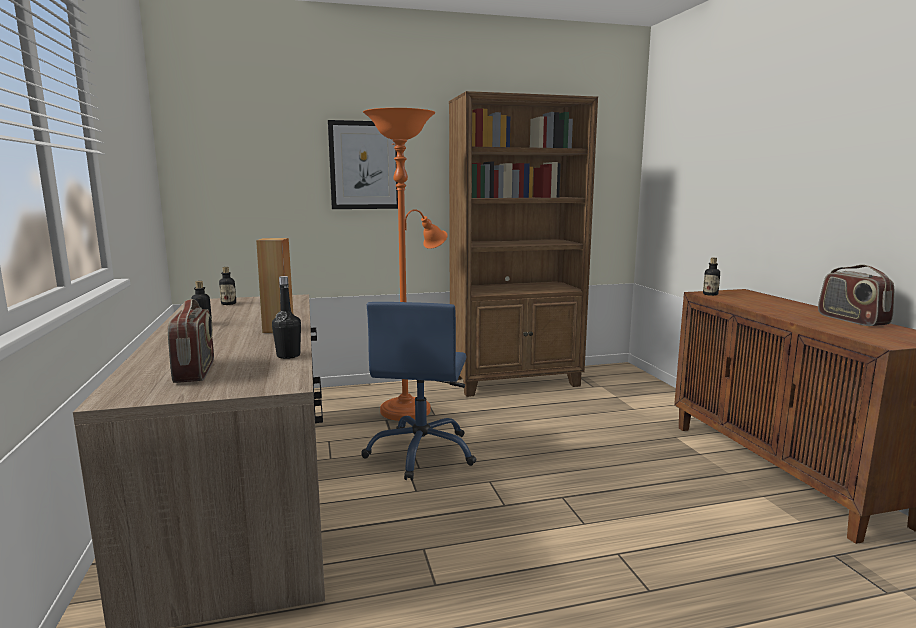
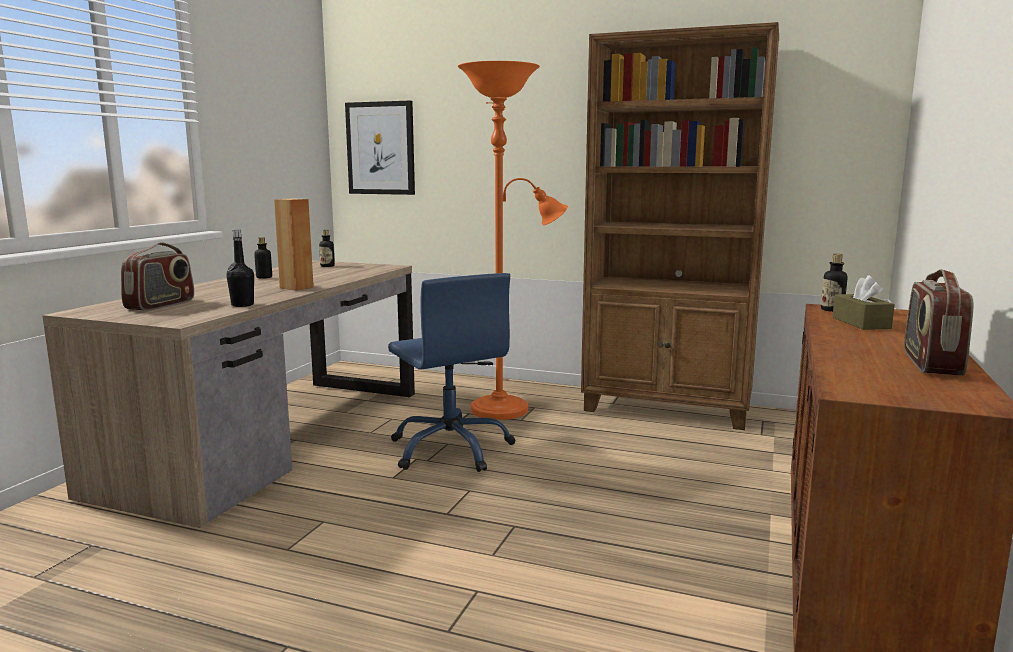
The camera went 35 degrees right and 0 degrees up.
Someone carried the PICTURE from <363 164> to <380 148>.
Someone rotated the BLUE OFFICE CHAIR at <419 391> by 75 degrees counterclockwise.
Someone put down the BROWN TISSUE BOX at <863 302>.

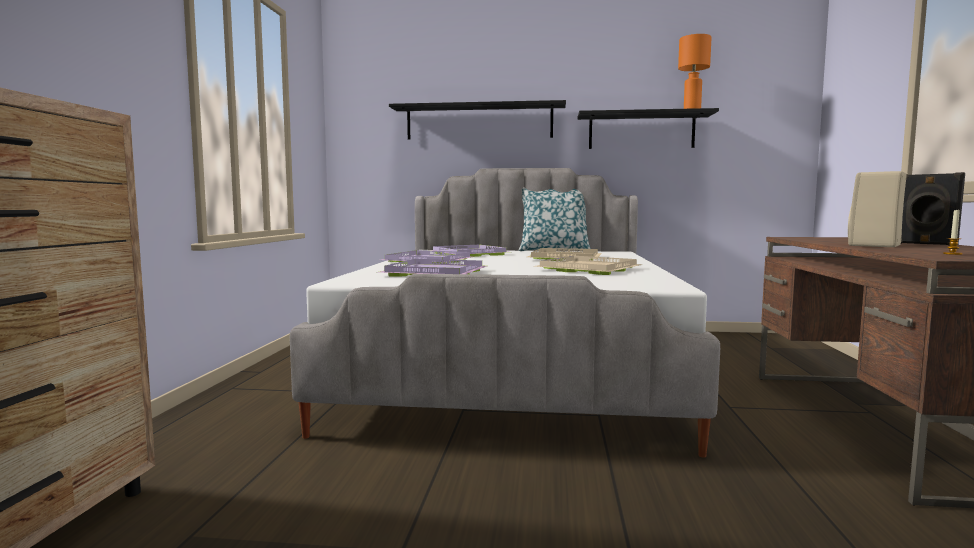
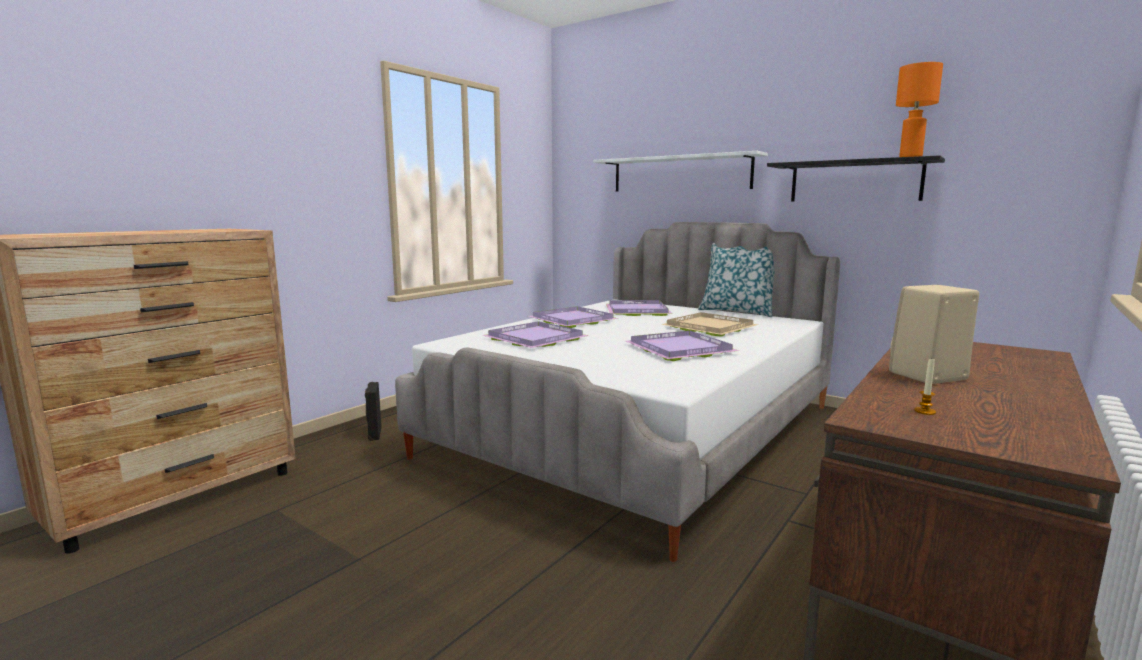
The camera went 30 degrees right and 5 degrees up.
Someone carried the BLACK SPEAKER from <933 209> to <373 411>.
Someone repainted the BLACK SHELF at <477 120>, which became the WHITE SHELF at <680 171>.
Someone repainted the BEIGE TRAY at <589 265>, which became the PURPLE TRAY at <682 345>.

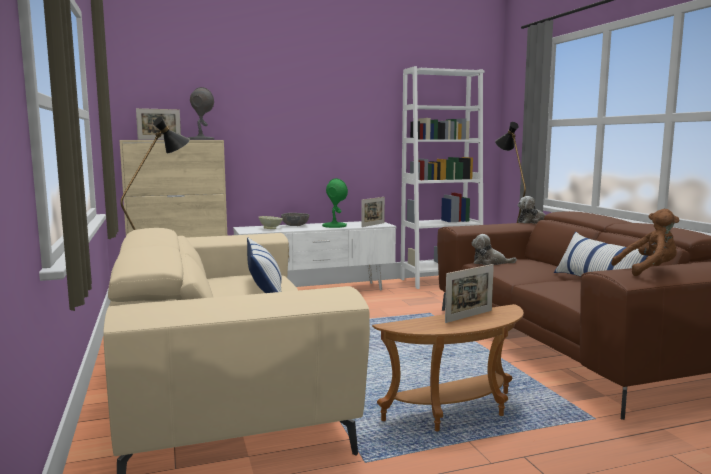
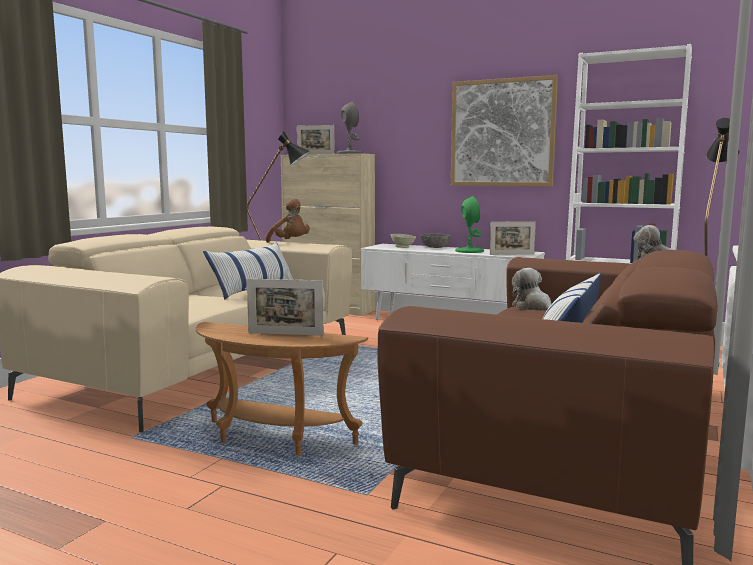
The camera went 45 degrees right and 0 degrees up.
Someone carried the BROWN PLUSH TOY from <645 242> to <287 221>.
Someone put up the PICTURE at <504 130>.

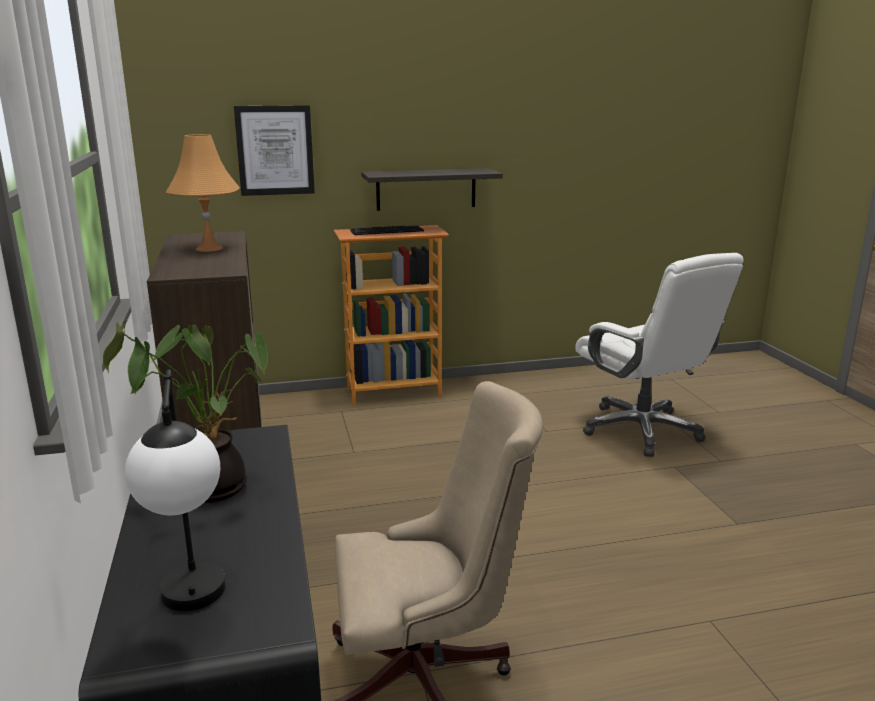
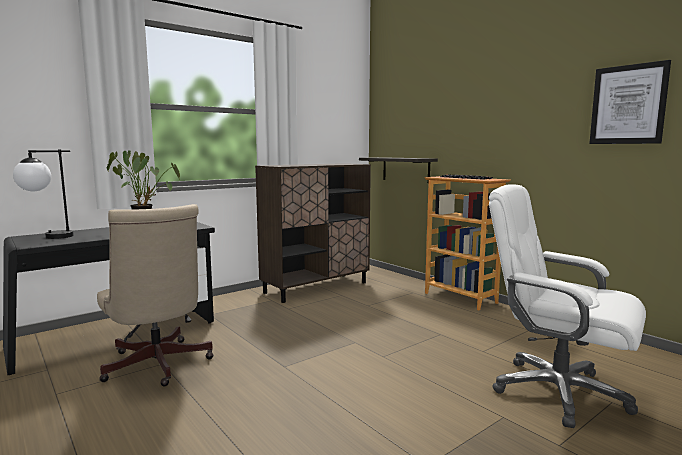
The camera went 65 degrees right and 10 degrees down.
Someone carried the SHELF from <432 189> to <398 170>.
Someone rotated the WHITE OFFICE CHAIR at <659 355> by 90 degrees clockwise.
Someone carried the PICTURE from <274 150> to <630 102>.
Someone took away the ORANGE TABLE LAMP at <202 193>.

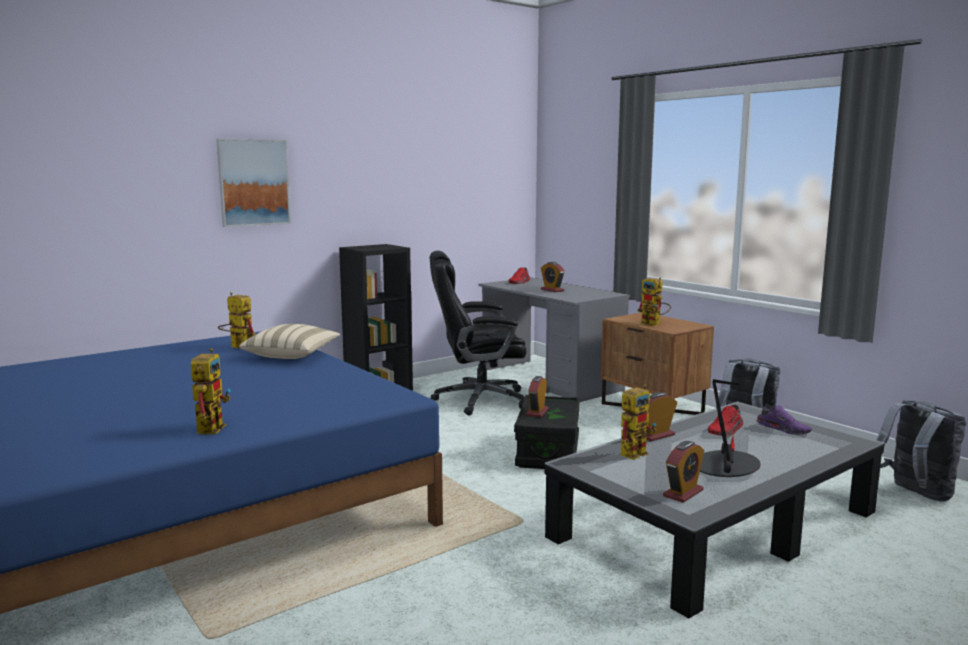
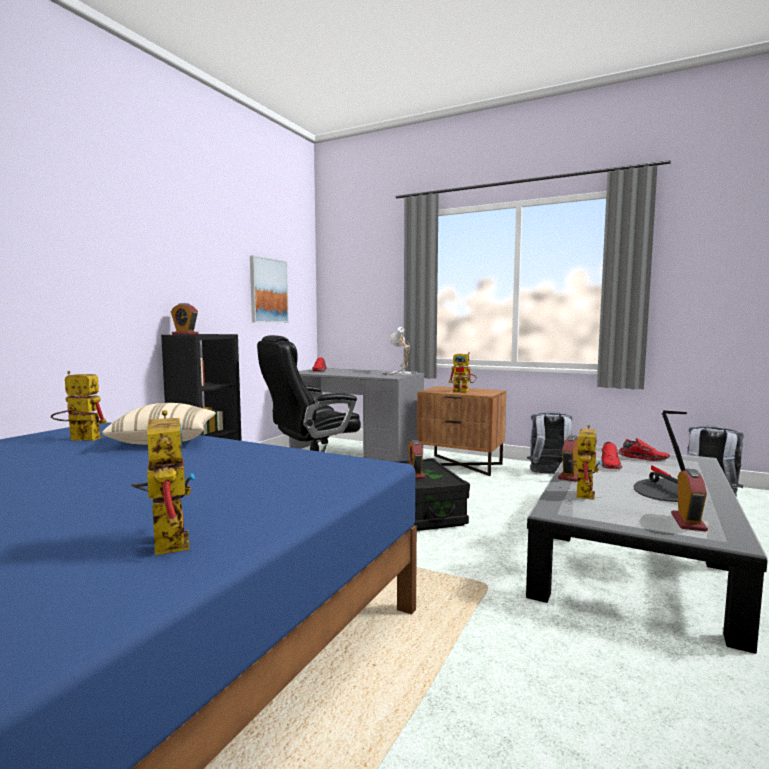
The camera went 25 degrees left and 5 degrees down.
Someone carried the ALARM CLOCK from <553 277> to <185 319>.
Someone carried the PICTURE from <253 183> to <269 289>.
Someone put down the TABLE LAMP at <400 351>.
Someone repainted the PURPLE SHOE at <784 419>, which became the RED SHOE at <644 449>.

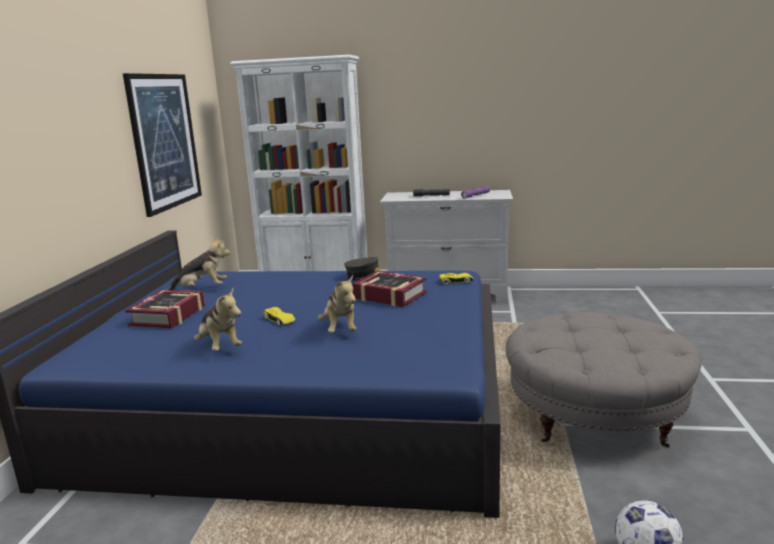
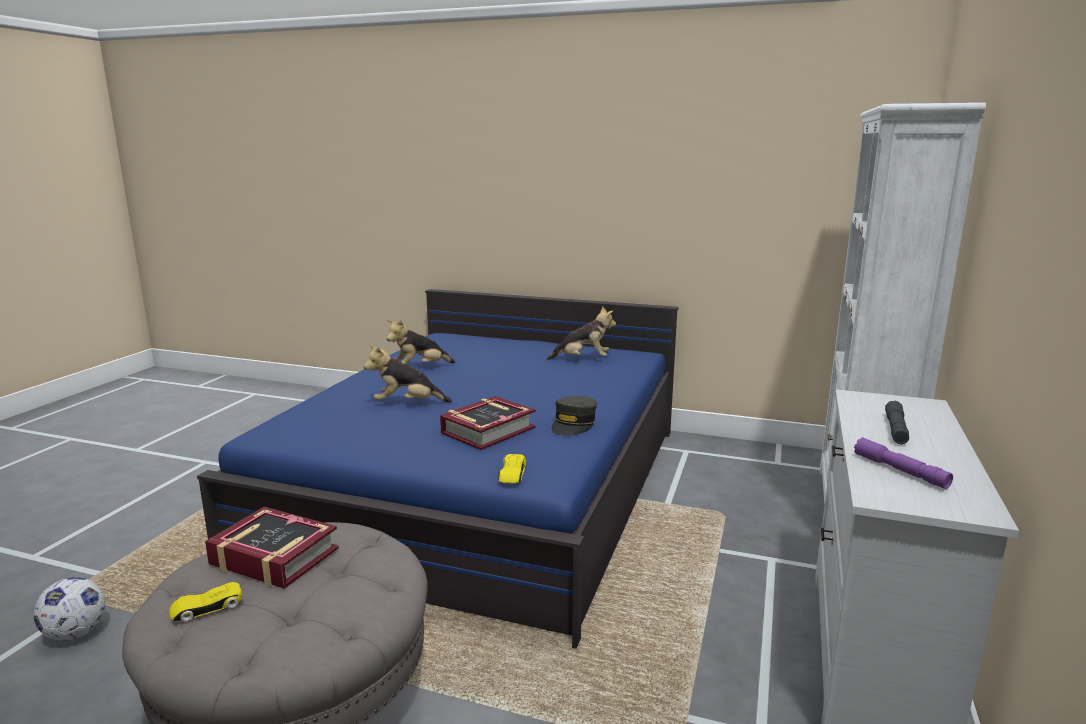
The camera went 100 degrees right and 0 degrees up.
Someone carried the YELLOW TOY CAR from <279 316> to <205 602>.
Someone carried the BOOK from <165 309> to <272 548>.
Someone rotated the PLUSH TOY at <198 263> by 90 degrees counterclockwise.
Someone took away the PICTURE at <162 145>.

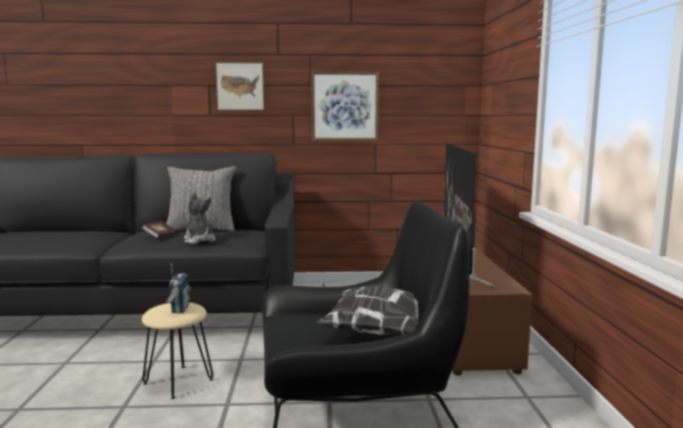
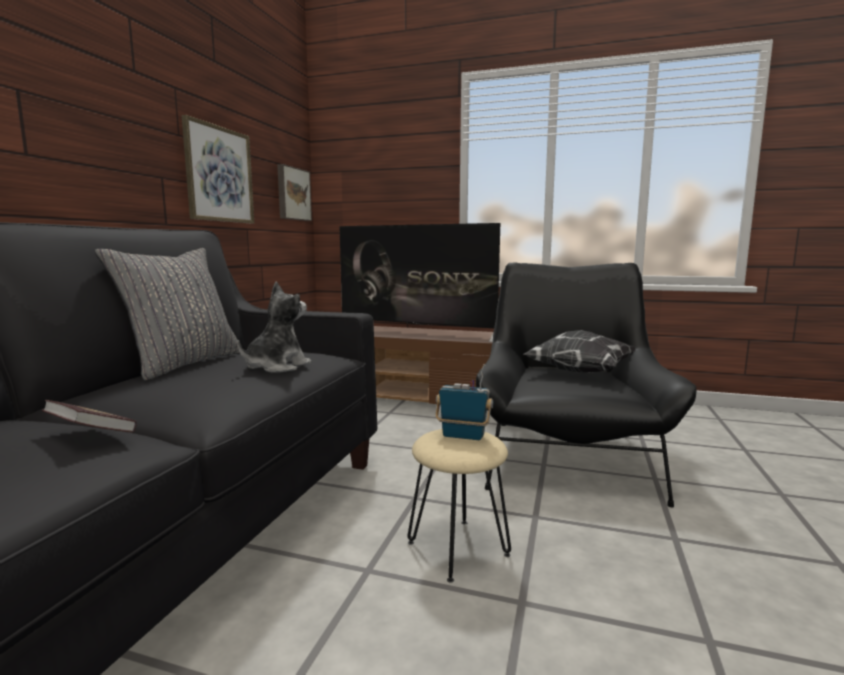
The camera went 70 degrees left and 0 degrees up.
Someone carried the BOOK from <159 229> to <89 416>.
Someone rotated the PLUSH TOY at <200 218> by 135 degrees clockwise.
Someone carried the PICTURE from <240 86> to <294 192>.

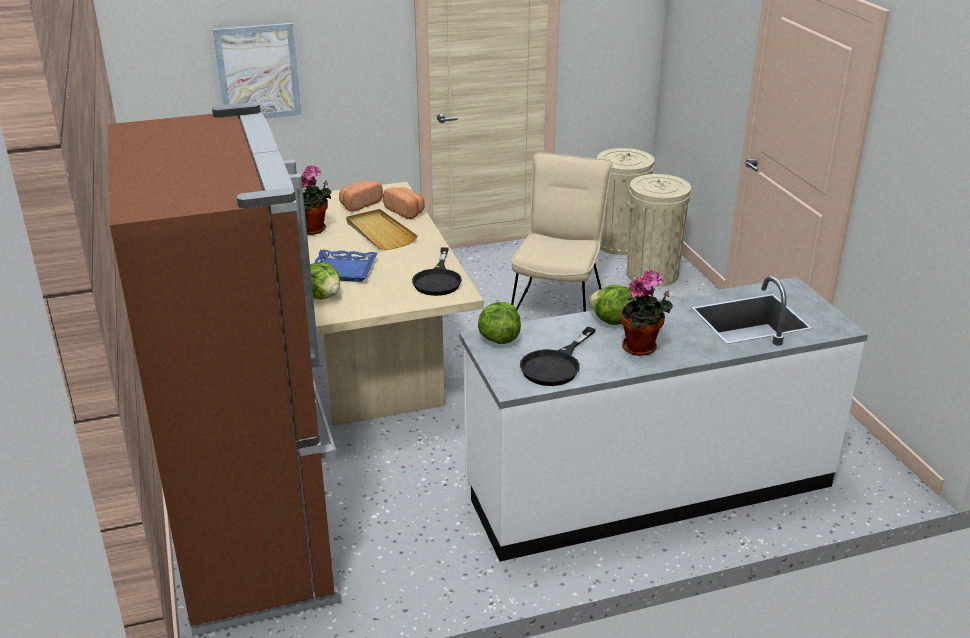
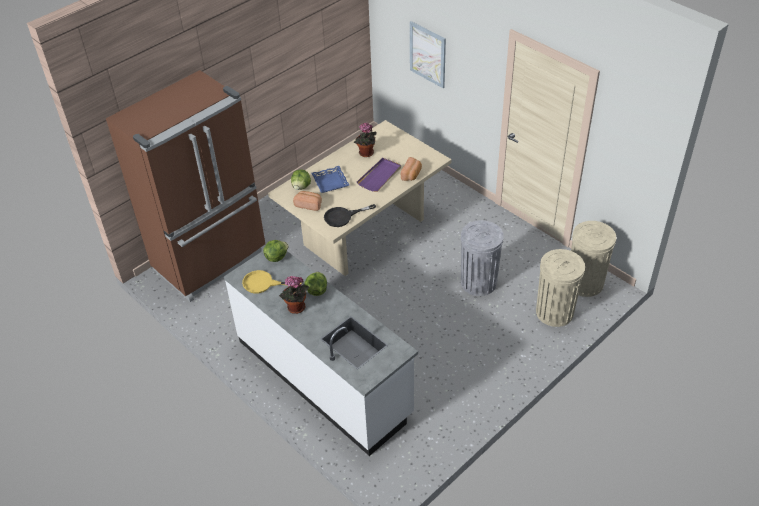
The camera went 65 degrees right and 15 degrees up.
Someone repainted the BLACK FRYING PAN at <558 356>, which became the YELLOW FRYING PAN at <272 282>.
Someone carried the BREAD from <361 196> to <307 201>.
Someone repainted the BEIGE TRAY at <382 229>, which became the PURPLE TRAY at <379 175>.
Someone swapped the BEIGE CHAIR at <562 232> for the GREY TRASH CAN at <482 258>.

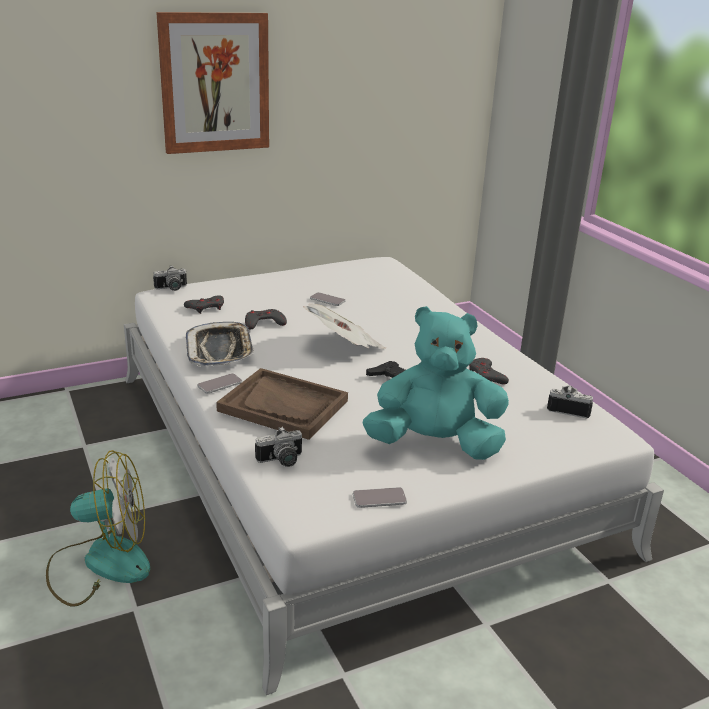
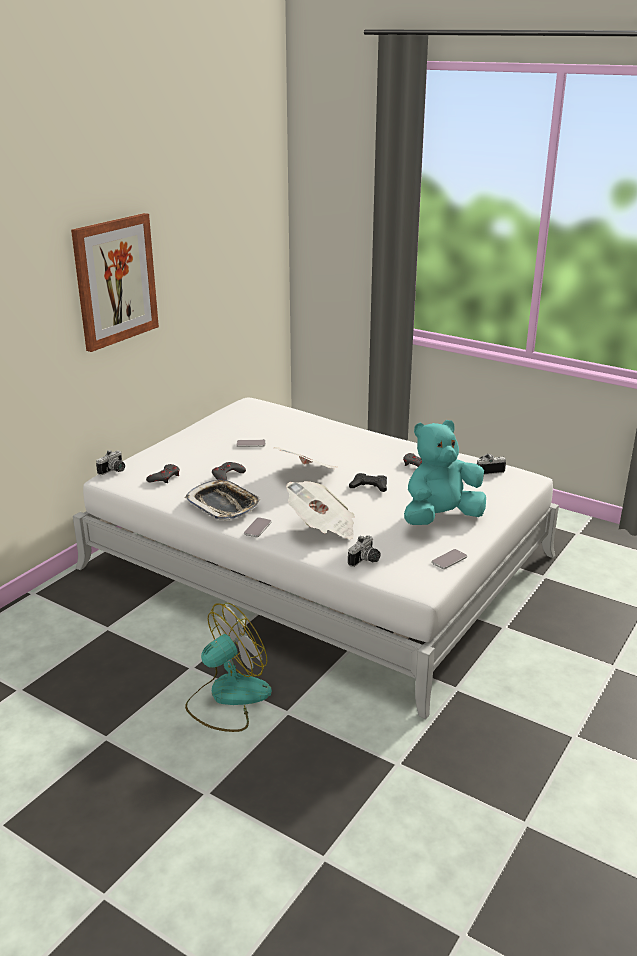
The camera went 30 degrees left and 0 degrees up.
Someone swapped the BROWN TRAY at <282 404> for the NEWSPAPER at <320 510>.

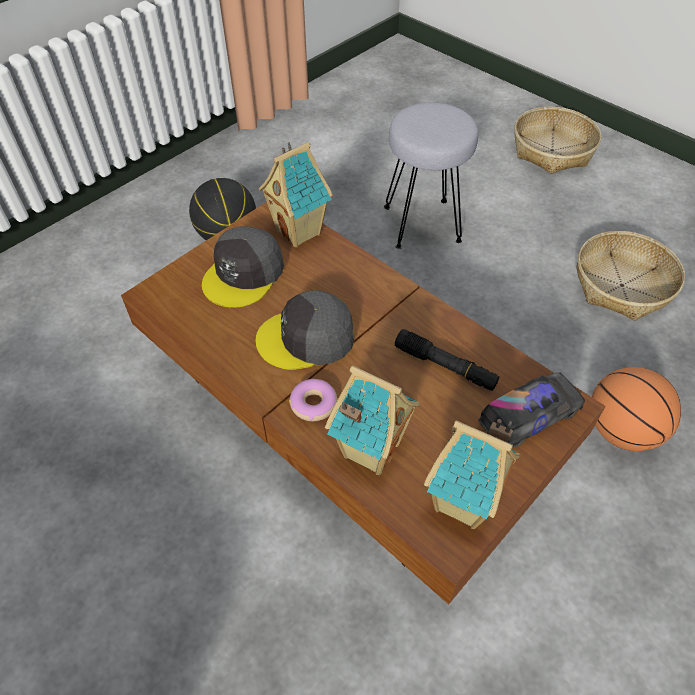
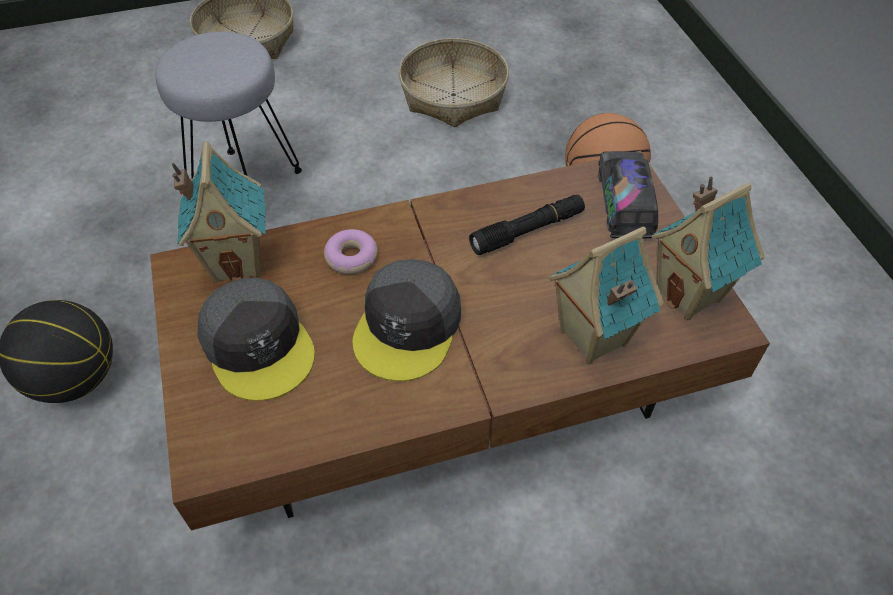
The camera went 60 degrees left and 0 degrees up.
Someone carried the DONUT from <313 400> to <351 251>.

